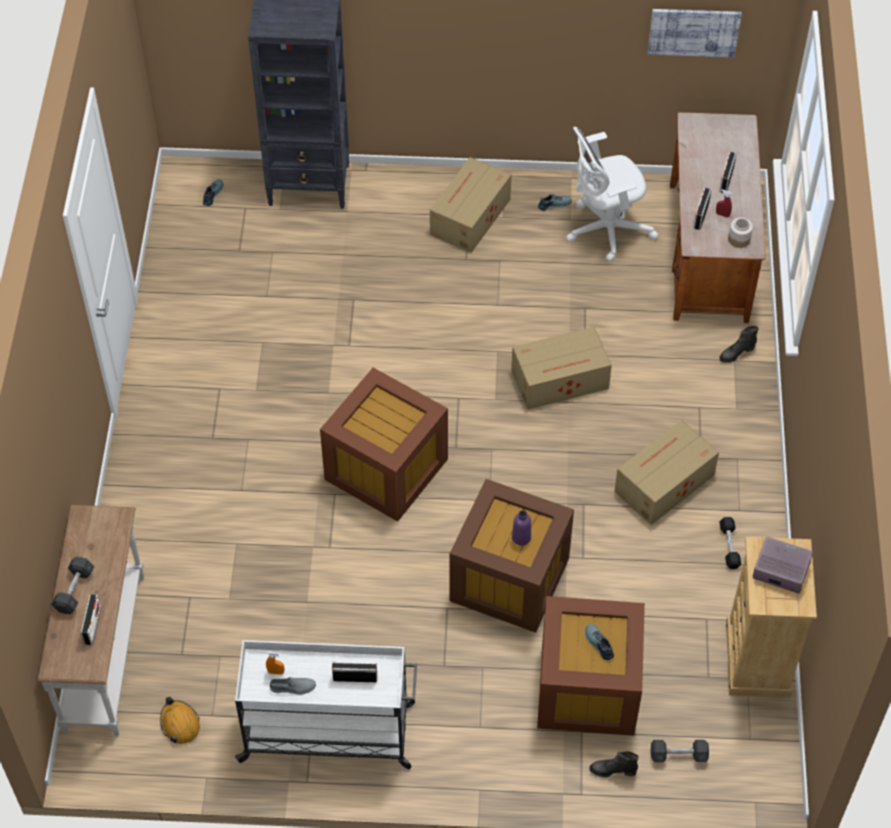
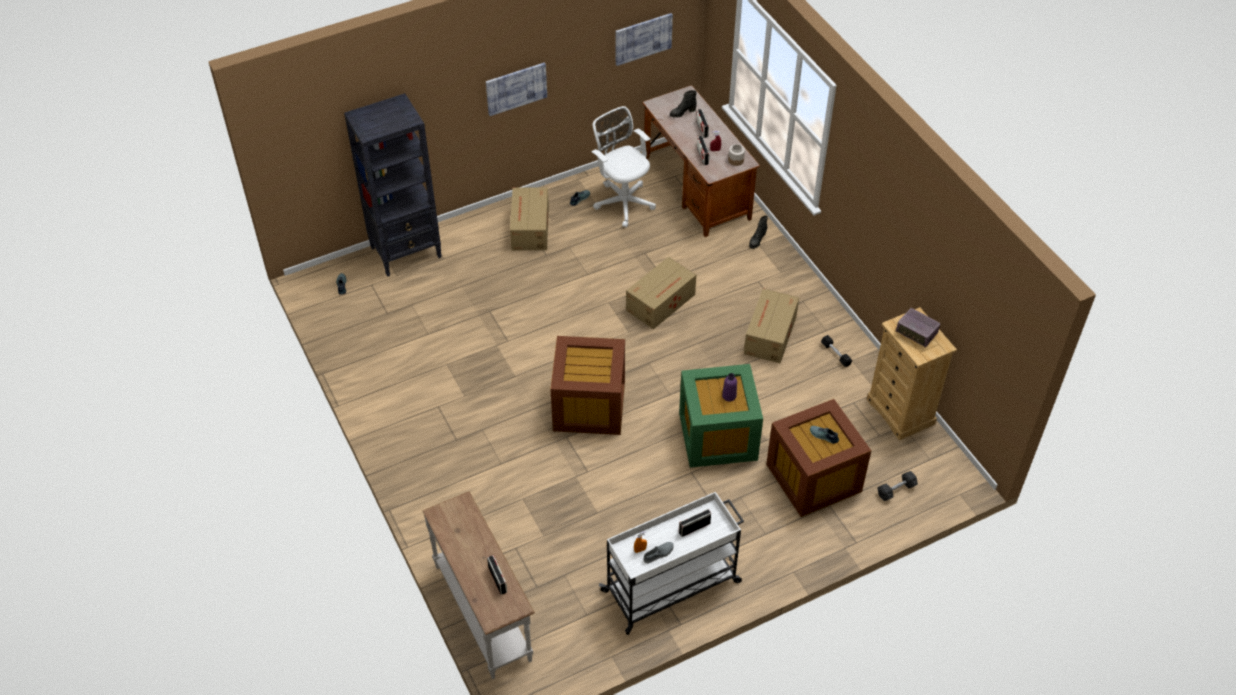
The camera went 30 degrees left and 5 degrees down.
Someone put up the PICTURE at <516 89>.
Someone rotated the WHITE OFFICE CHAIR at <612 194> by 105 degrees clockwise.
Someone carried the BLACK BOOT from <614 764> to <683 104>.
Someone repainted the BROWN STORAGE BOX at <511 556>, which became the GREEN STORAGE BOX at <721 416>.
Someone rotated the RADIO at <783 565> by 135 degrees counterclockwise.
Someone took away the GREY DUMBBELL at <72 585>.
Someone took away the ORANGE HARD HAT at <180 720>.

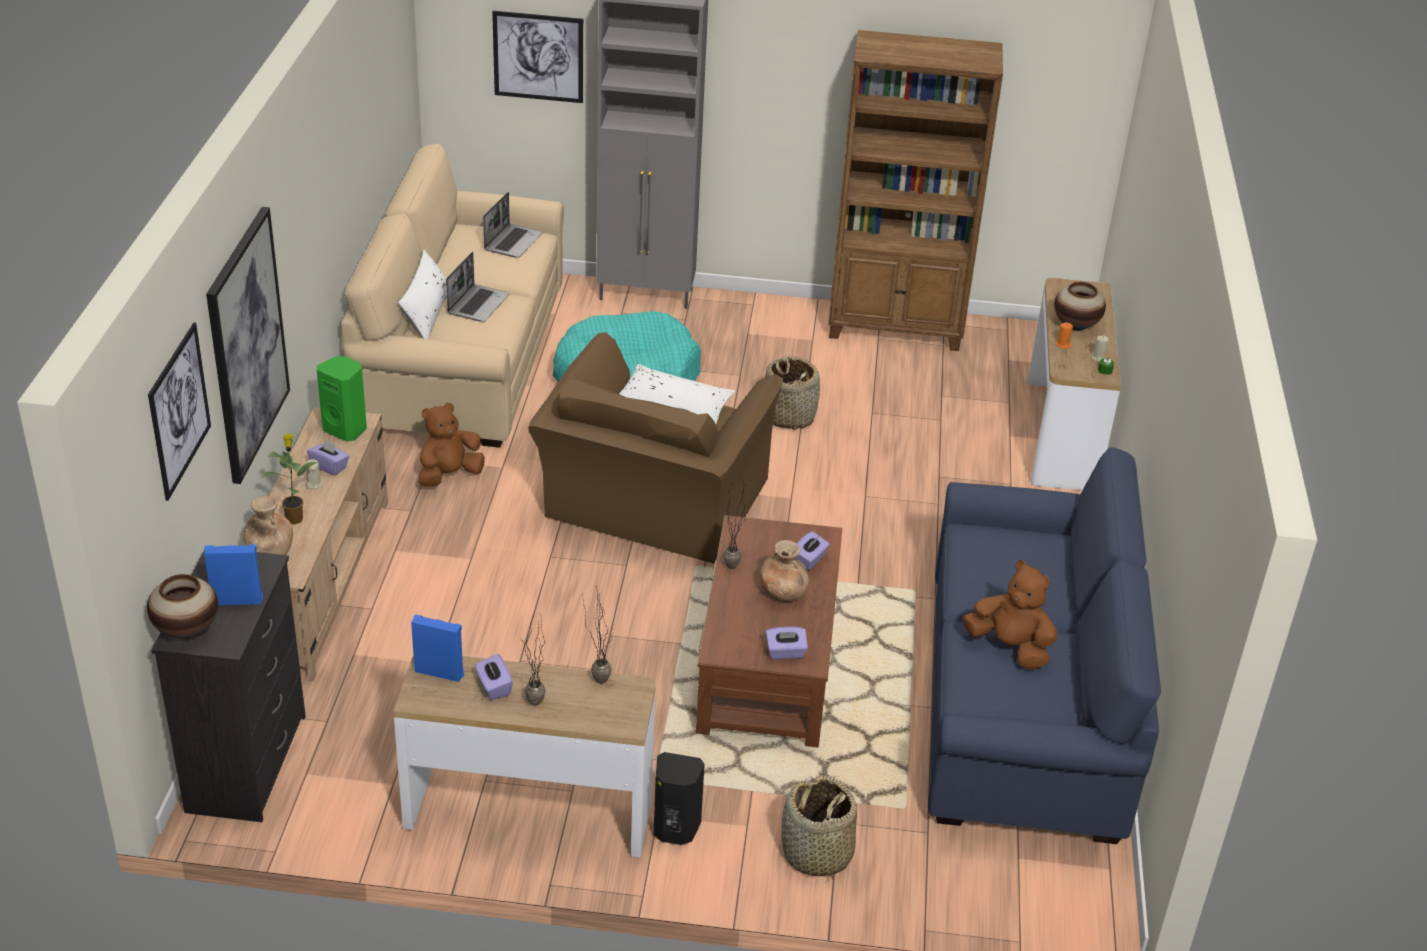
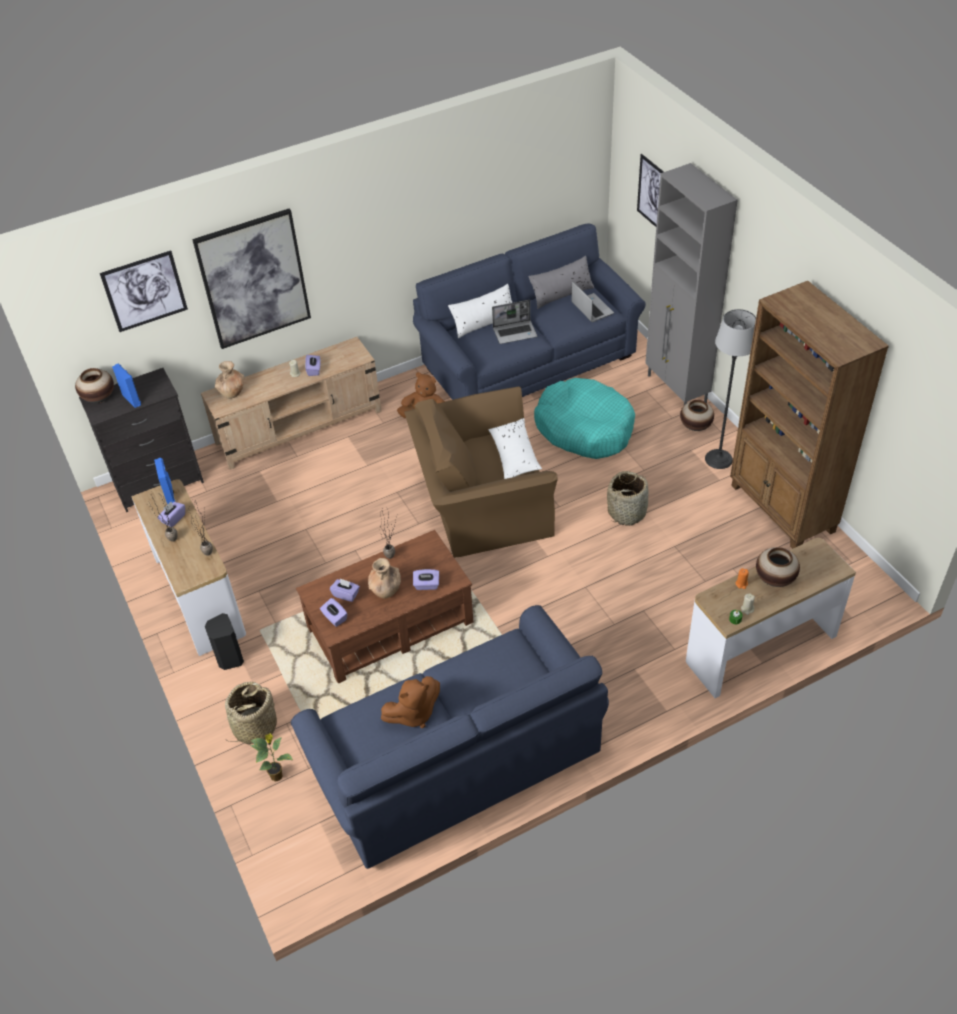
The camera went 60 degrees right and 10 degrees up.
Someone carried the POTTED PLANT from <289 479> to <271 758>.
Someone put down the PURPLE TISSUE BOX at <345 590>.
Someone rotated the BROWN PLUSH TOY at <1009 614> by 60 degrees clockwise.
Someone repainted the BEIGE SOFA at <452 296>, which became the BLUE SOFA at <529 312>.
Someone put down the GREY PILLOW at <561 282>.
Someone rotated the LAPTOP at <513 225> by 105 degrees counterclockwise.
Someone put down the VASE at <697 415>.
Someone put down the FLOOR LAMP at <730 389>.
Someone took away the GREEN SPEAKER at <342 399>.

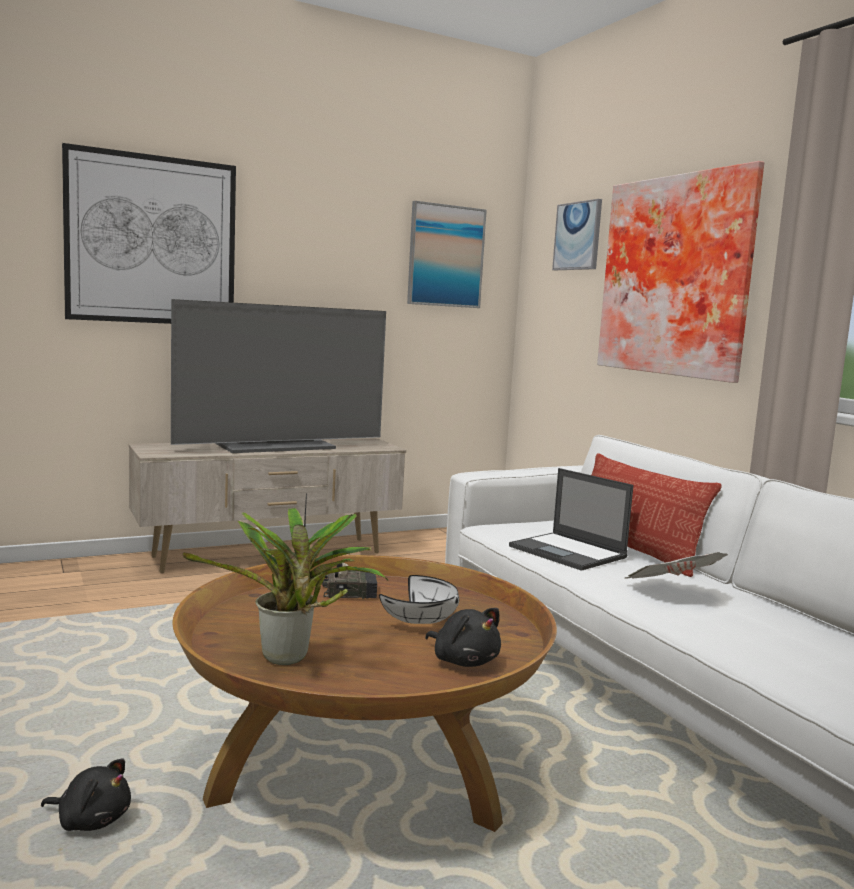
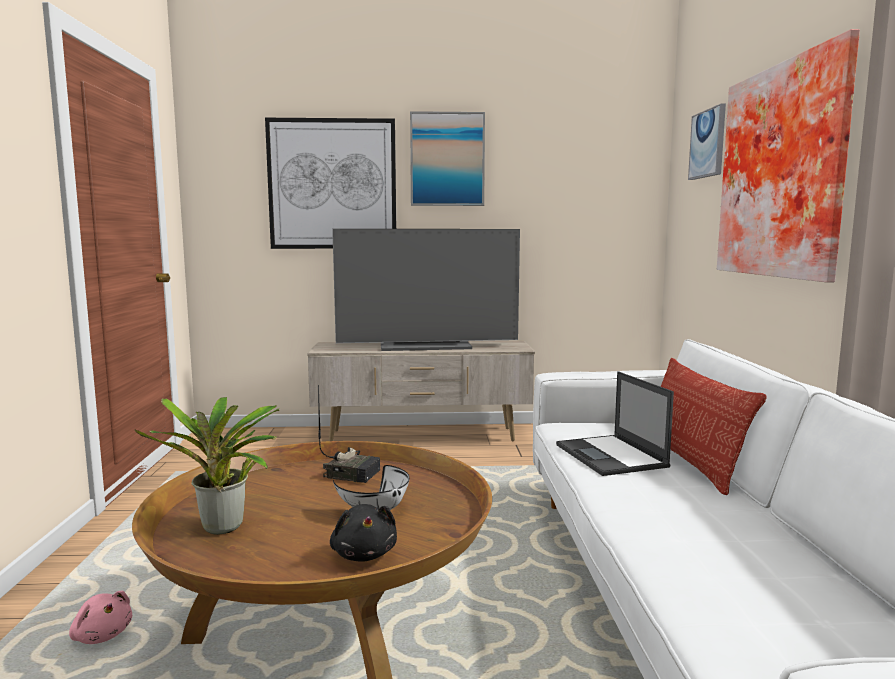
The camera went 25 degrees right and 0 degrees up.
Someone repainted the BLACK PLUSH TOY at <86 794>, which became the PINK PLUSH TOY at <100 617>.
Someone carried the PICTURE from <447 254> to <447 158>.
Someone took away the NEWSPAPER at <676 565>.

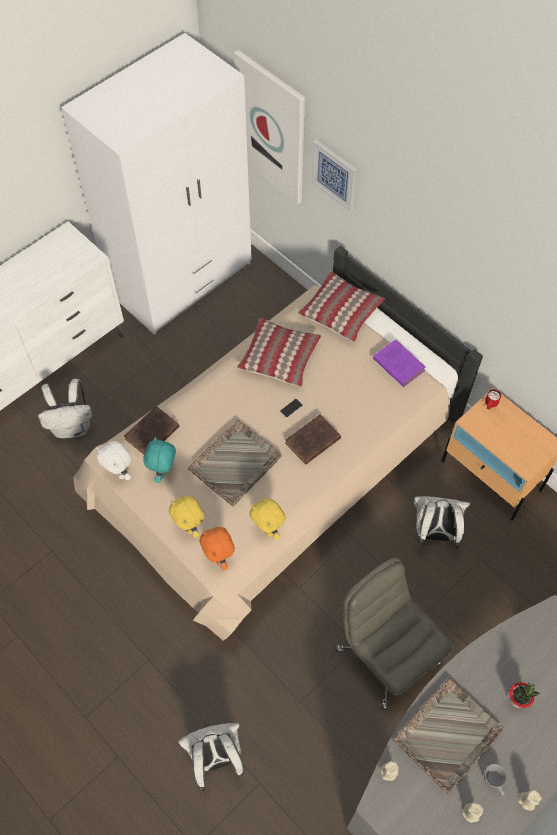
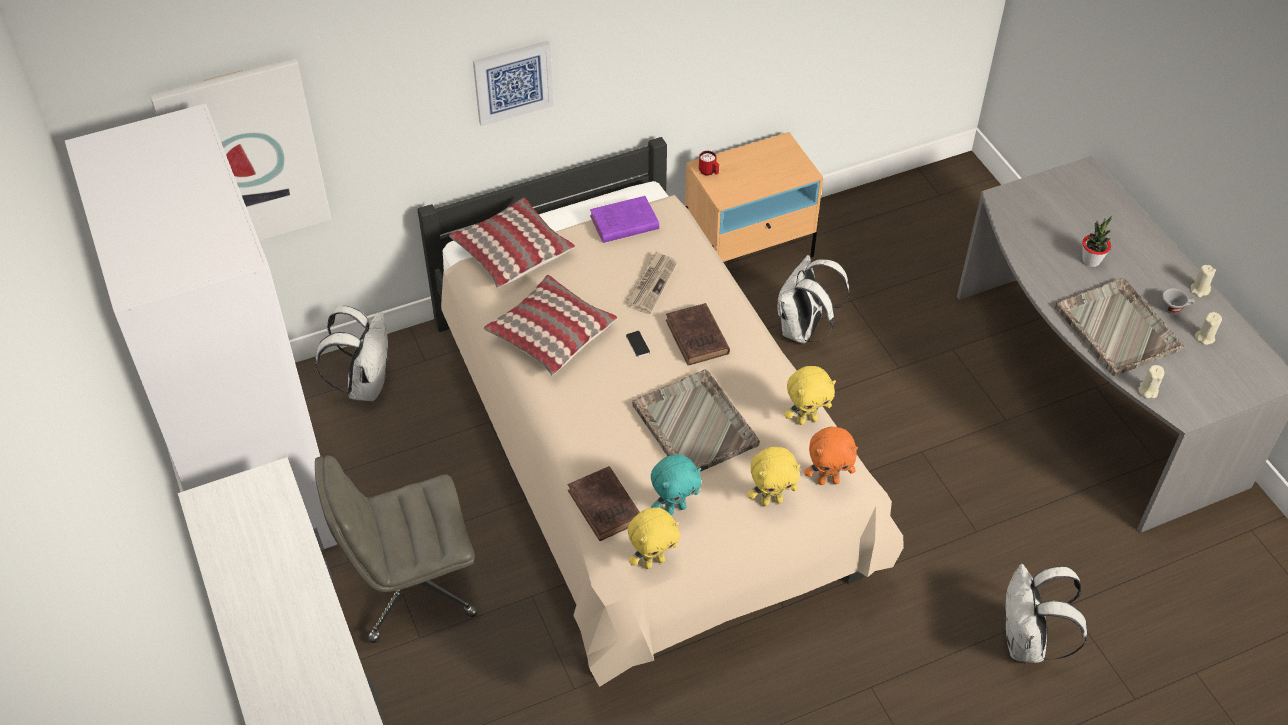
The camera went 70 degrees left and 10 degrees down.
Someone carried the WHITE BACKPACK from <65 409> to <352 353>.
Someone carried the GREY OFFICE CHAIR from <394 633> to <396 549>.
Someone carried the PICTURE from <334 175> to <513 83>.
Someone put down the NEWSPAPER at <651 282>.
Someone repainted the WHITE PLUSH TOY at <114 460>, which became the YELLOW PLUSH TOY at <654 538>.
Someone rotated the TURQUOISE PLUSH TOY at <159 459> by 60 degrees counterclockwise.

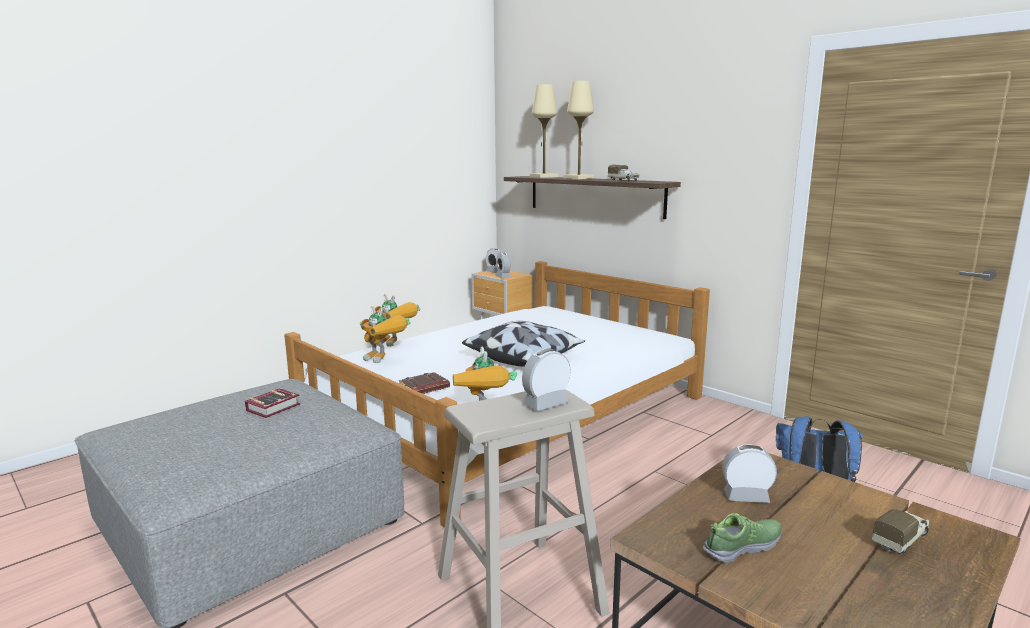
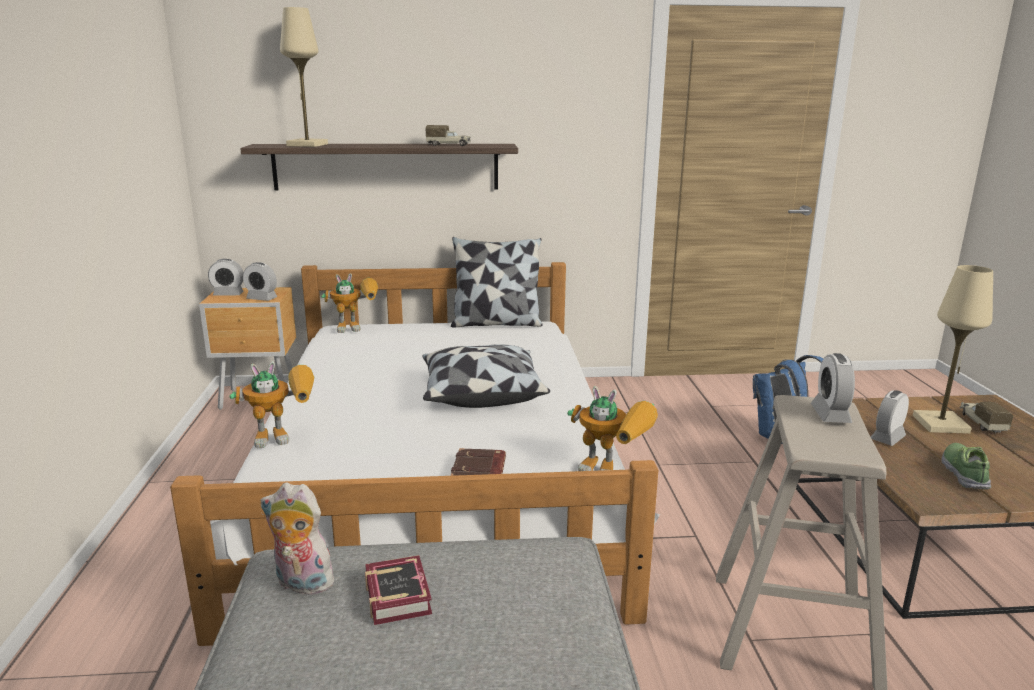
The camera went 50 degrees left and 5 degrees up.
Someone put down the PLUSH TOY at <297 540>.
Someone carried the TOY ROBOT from <385 334> to <349 303>.
Someone put down the PILLOW at <496 282>.
Someone carried the BEIGE TABLE LAMP from <579 130> to <953 349>.

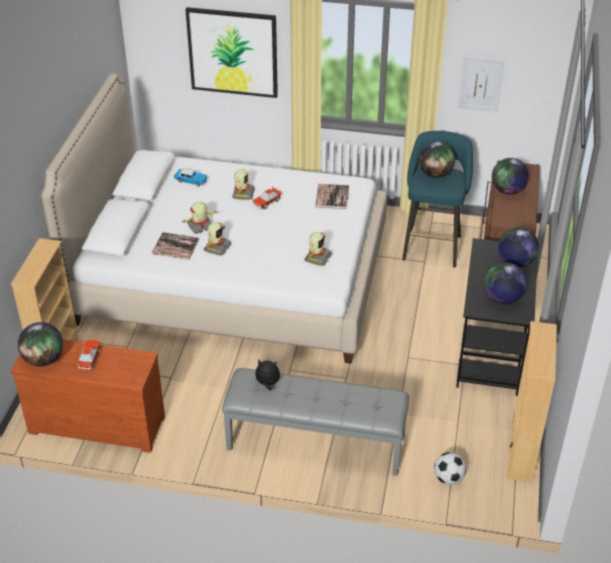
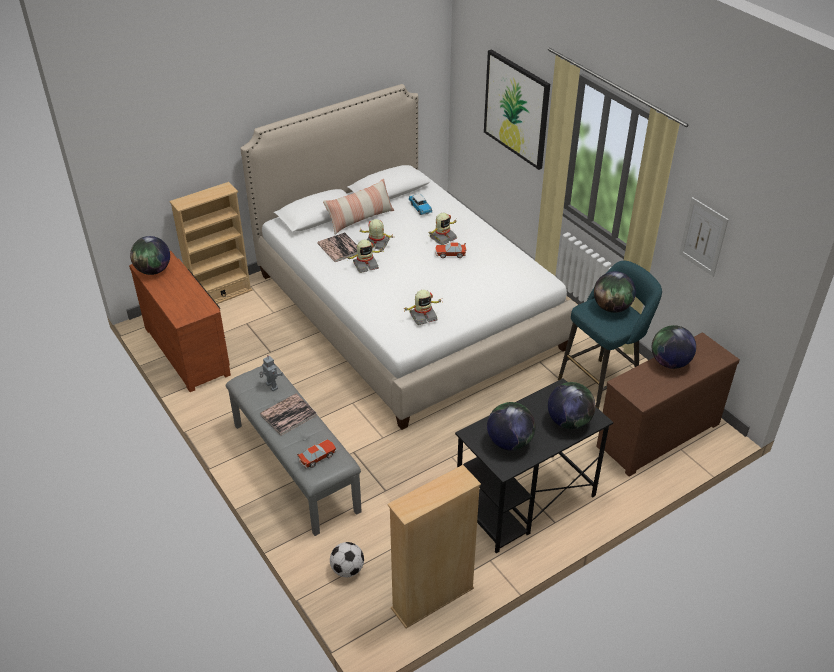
The camera went 45 degrees right and 0 degrees up.
Someone swapped the PLUSH TOY at <266 375> for the TOY ROBOT at <271 373>.
Someone carried the BOOK from <332 196> to <288 414>.
Someone carried the TOY CAR from <89 355> to <316 454>.
Someone put down the PILLOW at <358 207>.

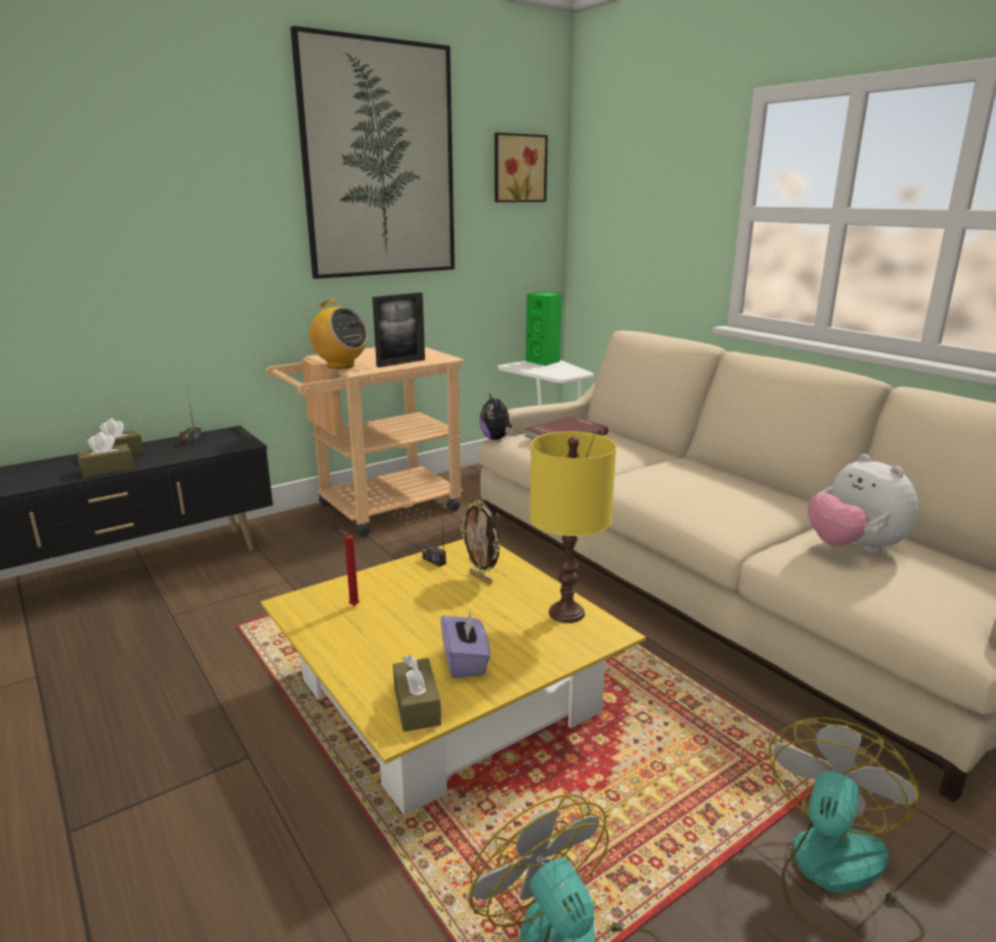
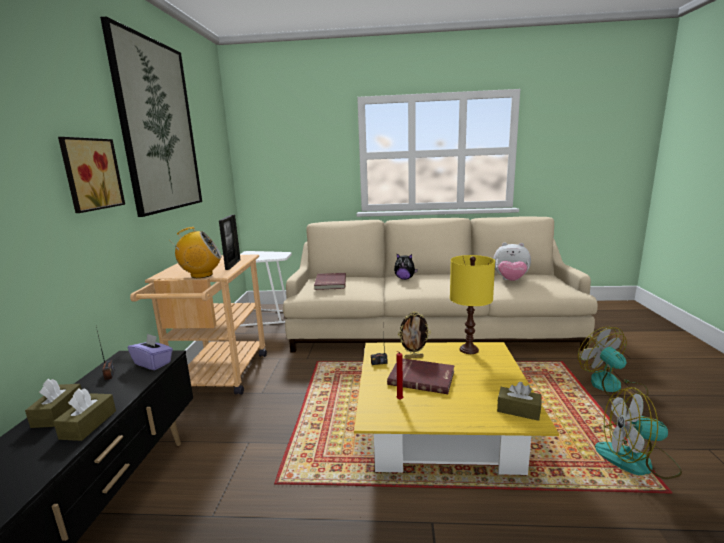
The camera went 50 degrees left and 5 degrees down.
Someone carried the PICTURE from <521 167> to <91 175>.
Someone carried the PURPLE TISSUE BOX from <465 643> to <150 351>.
Someone put down the RED BOOK at <420 376>.
Someone carried the PLUSH TOY from <496 416> to <406 267>.
Someone took away the GREEN SPEAKER at <544 329>.

